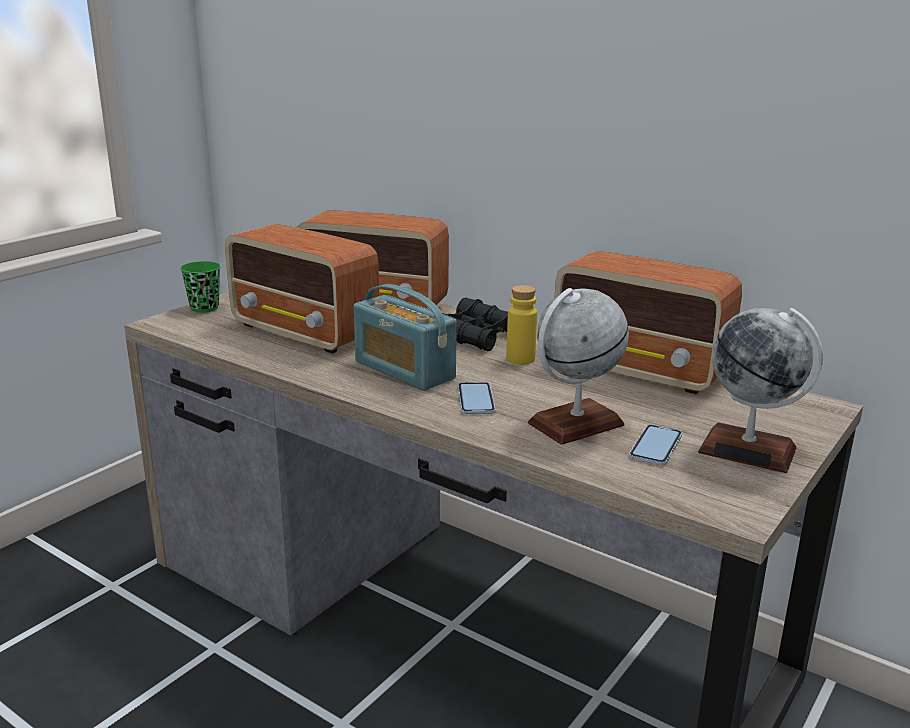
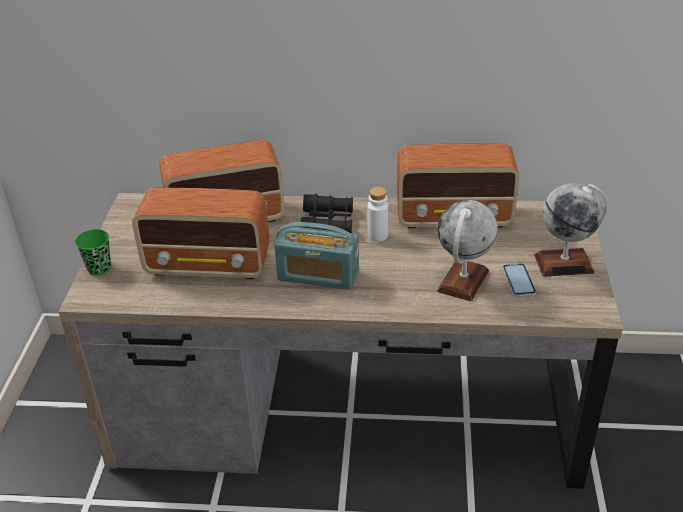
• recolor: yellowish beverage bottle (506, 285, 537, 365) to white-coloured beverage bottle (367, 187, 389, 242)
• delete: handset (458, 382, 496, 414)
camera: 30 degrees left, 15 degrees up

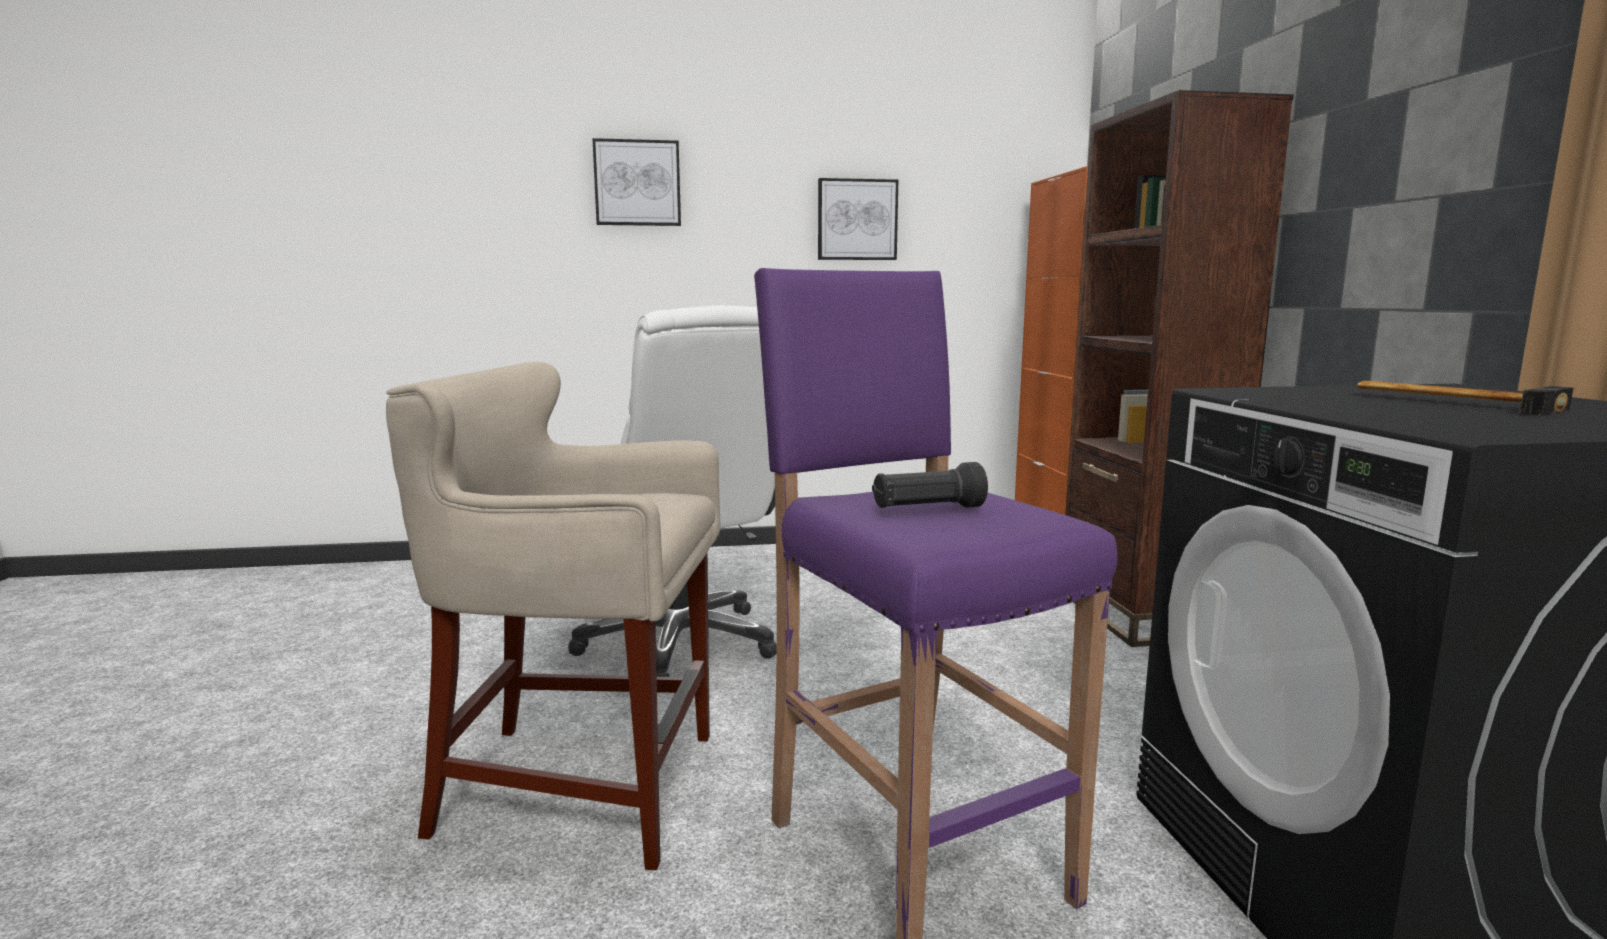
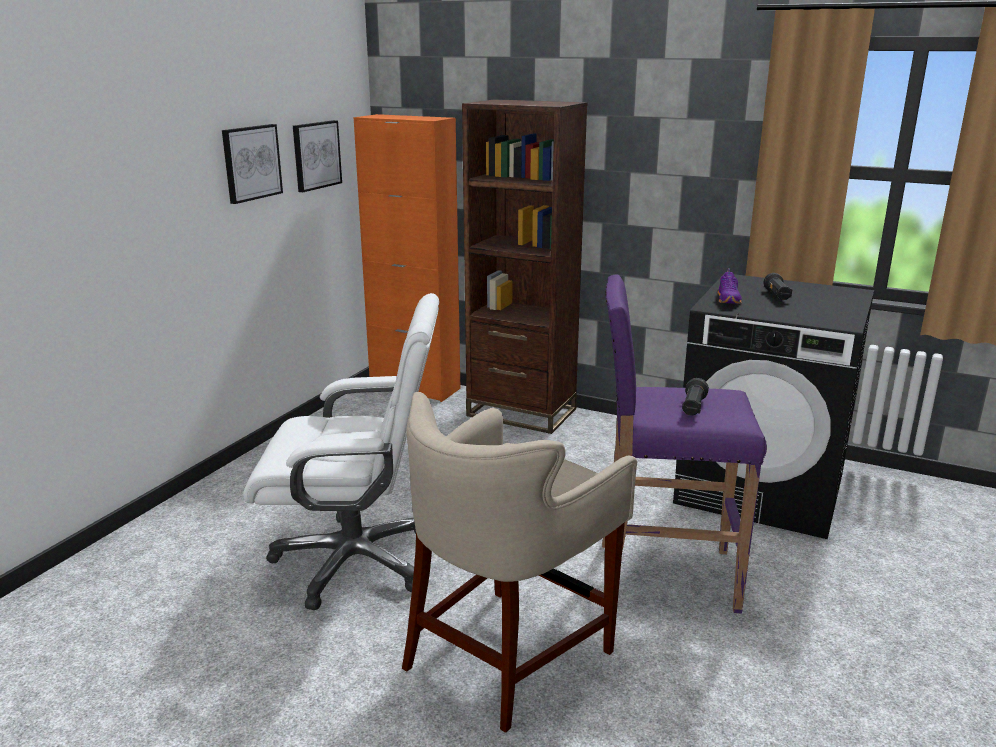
• move: wall picture (592, 138, 681, 226) to (293, 120, 342, 192)
• replace: hammer (1357, 381, 1573, 416) to blackish hand torch (763, 273, 793, 300)
• insert: purplish item of footwear (718, 268, 742, 304)
camera: 55 degrees left, 10 degrees up

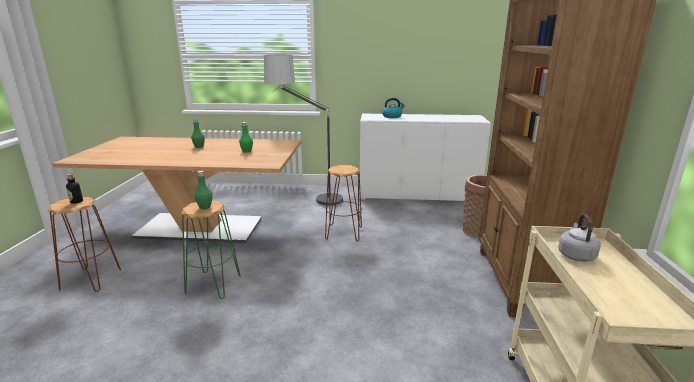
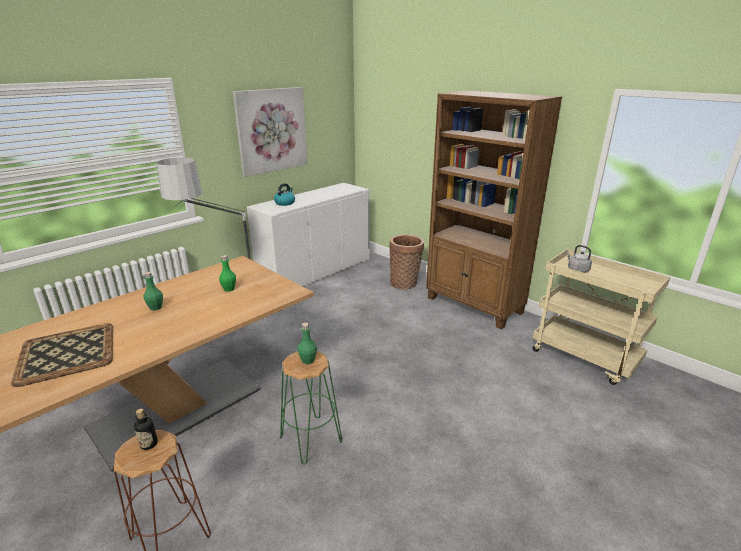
• delete: brown-coloured sitting stool (325, 165, 362, 241)
• insert: wall picture (233, 87, 308, 177)
• insert: serving tray (11, 323, 113, 387)
camera: 50 degrees left, 5 degrees up

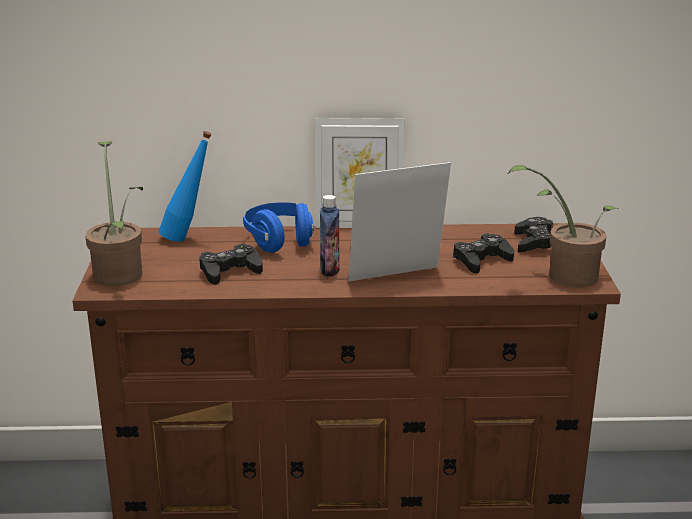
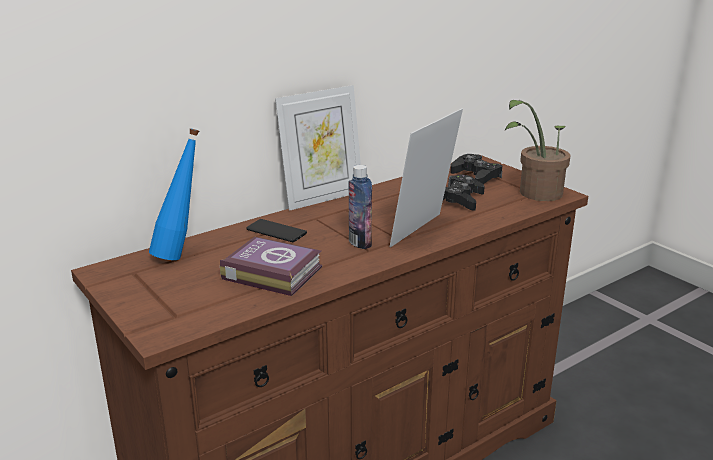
• delete: potted plant (85, 141, 143, 287)
• replace: blue-coloured headset (243, 202, 314, 253) to handset (247, 219, 307, 242)
• replace: blackish joypad (199, 244, 263, 285) to volume (220, 237, 322, 296)
camera: 35 degrees left, 0 degrees up

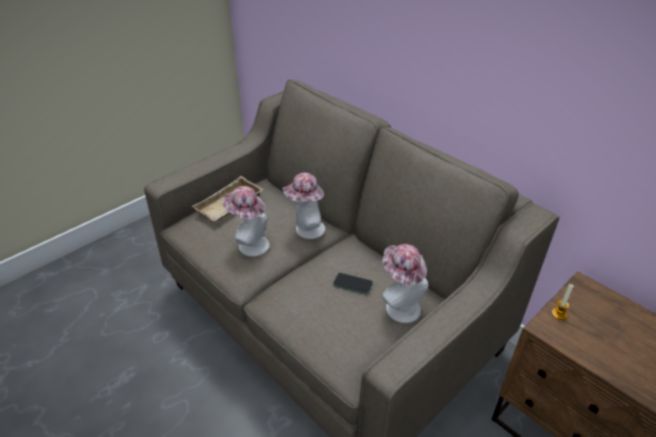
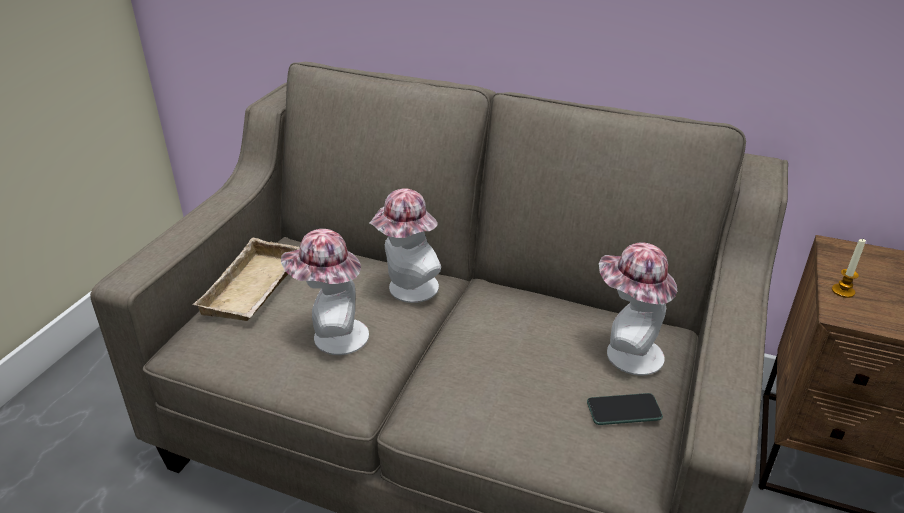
• move: handset (333, 273, 373, 294) to (587, 393, 663, 425)
camera: 25 degrees left, 5 degrees down

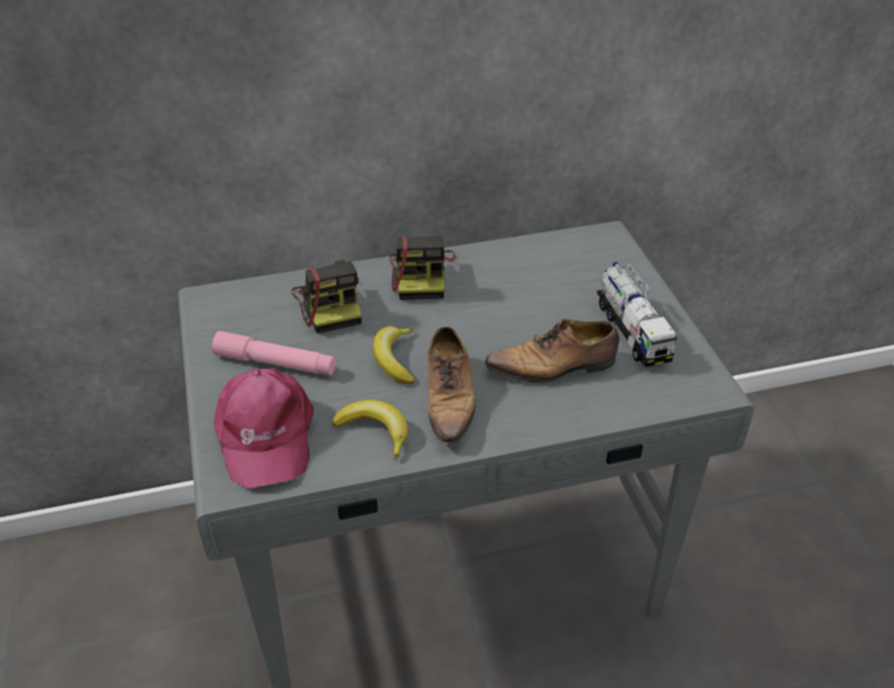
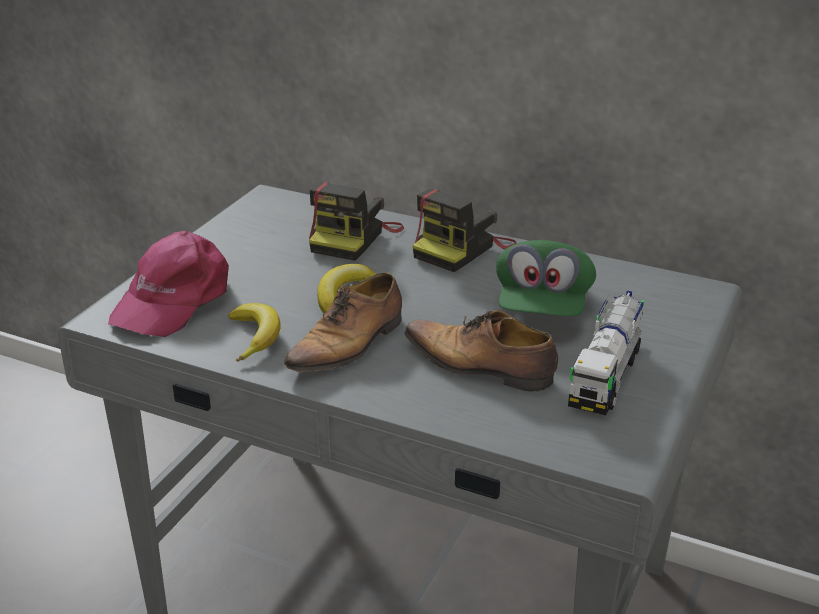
• delete: pink-coloured hand torch (212, 331, 336, 375)
• insert: green peaked cap (496, 240, 596, 316)
camera: 40 degrees right, 10 degrees down

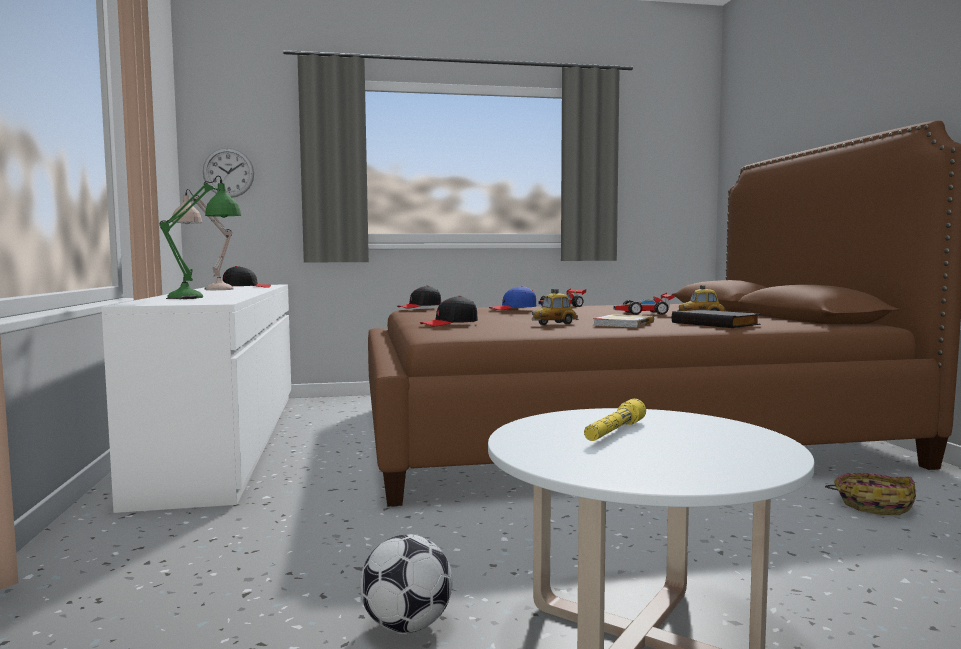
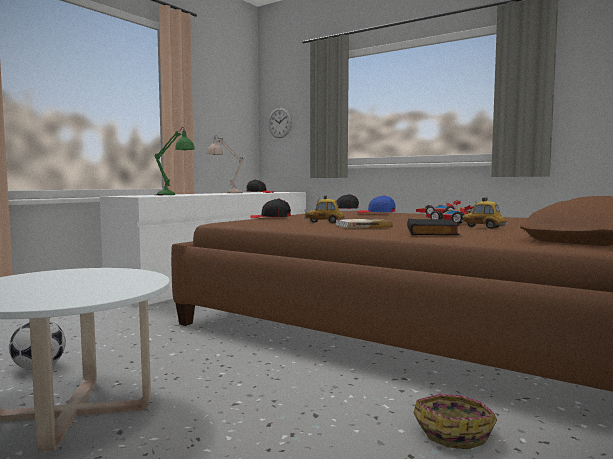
• delete: yellowish hand torch (584, 399, 646, 441)
camera: 45 degrees right, 0 degrees up

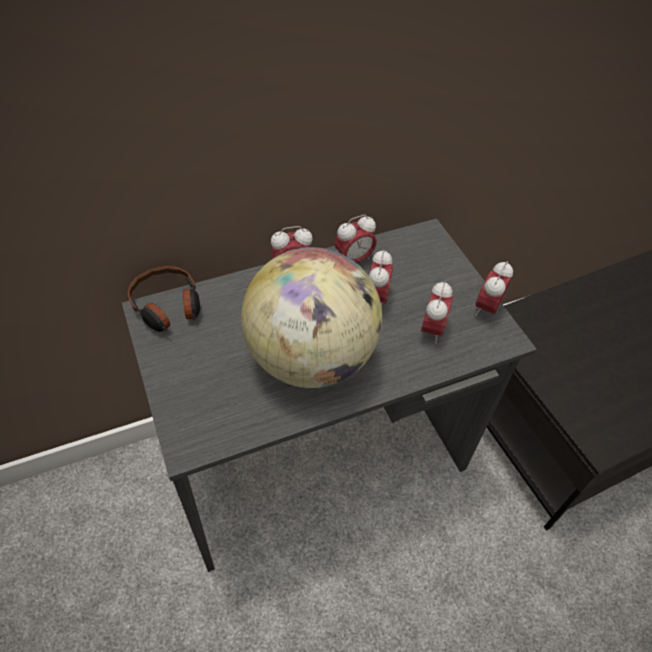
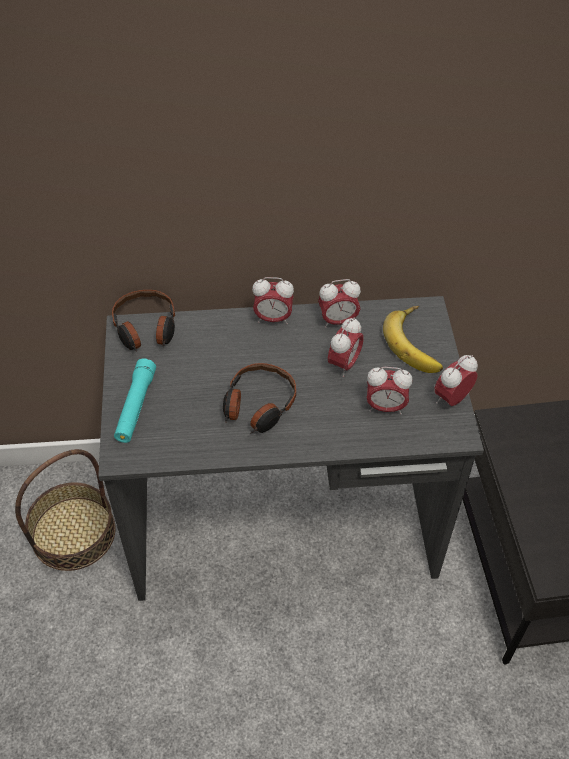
• replace: globe (241, 247, 382, 388) to headset (223, 363, 296, 434)
• rotate: alarm clock (421, 281, 453, 344) = (367, 367, 412, 415) 60 degrees clockwise
• insert: whole banana (383, 306, 443, 373)
• insert: blue-green hand torch (114, 359, 156, 443)
• insert: household basket (15, 449, 115, 571)
camera: 20 degrees right, 0 degrees up

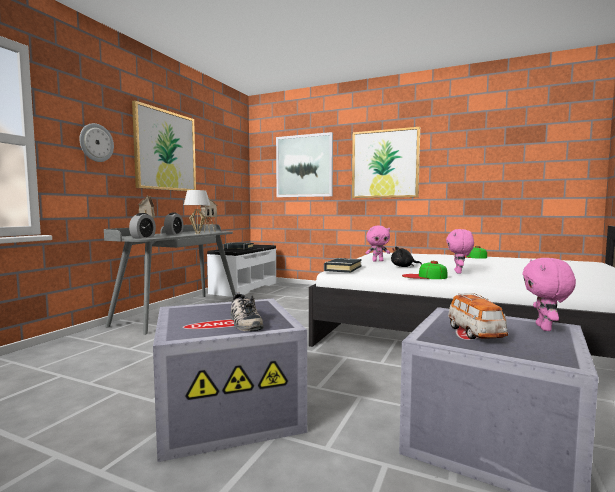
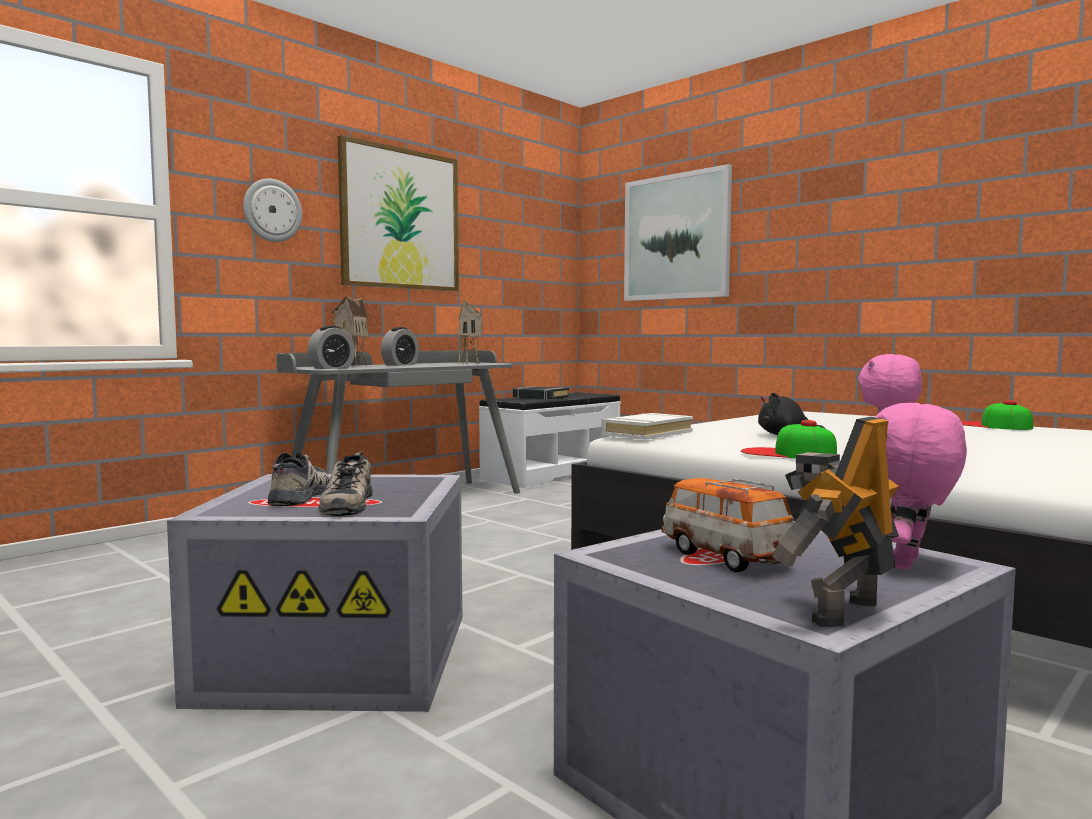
• delete: wall picture (352, 127, 420, 198)
• delete: white-coloured tabletop lamp (184, 190, 210, 234)
• delete: pink-coloured cuddly toy (366, 226, 390, 262)
• recolor: blackish volume (324, 258, 362, 273) to white-coloured volume (601, 413, 693, 440)
• rotate: miniature car (448, 293, 508, 339) = (661, 478, 794, 572) 135 degrees clockwise
• insert: robot figure (773, 416, 899, 627)
• insert: item of footwear (268, 452, 329, 506)
camera: 20 degrees right, 0 degrees up

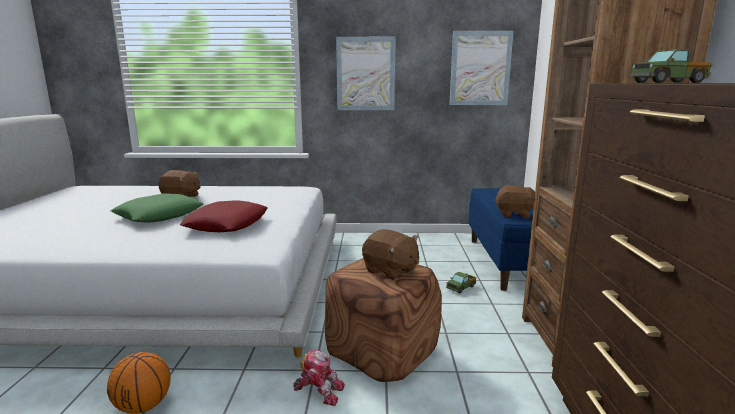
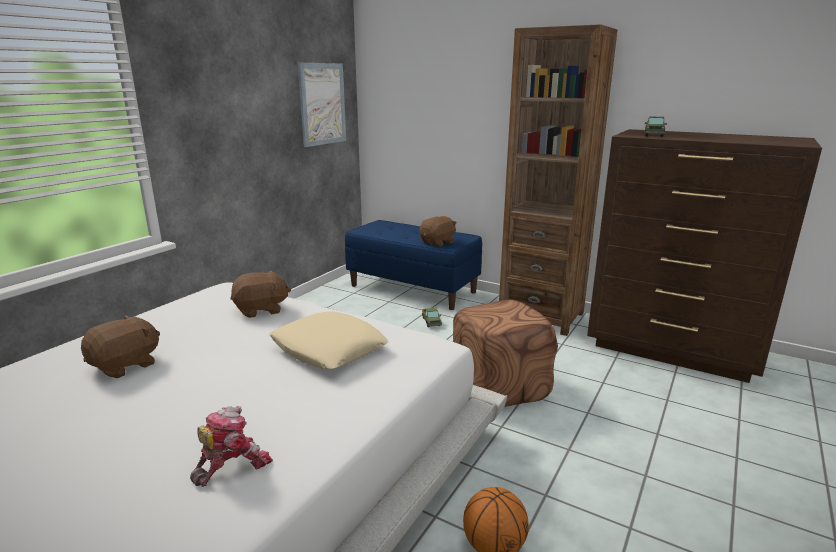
• delete: wall picture (336, 37, 396, 110)
• delete: green pillow (111, 193, 204, 223)
• recolor: red pillow (180, 201, 267, 232) to beige pillow (269, 311, 389, 369)
• move: brown-coloured cuddly toy (362, 229, 419, 280) to (230, 270, 291, 318)
• move: robot figure (293, 350, 345, 406) to (190, 406, 273, 487)
camera: 60 degrees left, 5 degrees up

